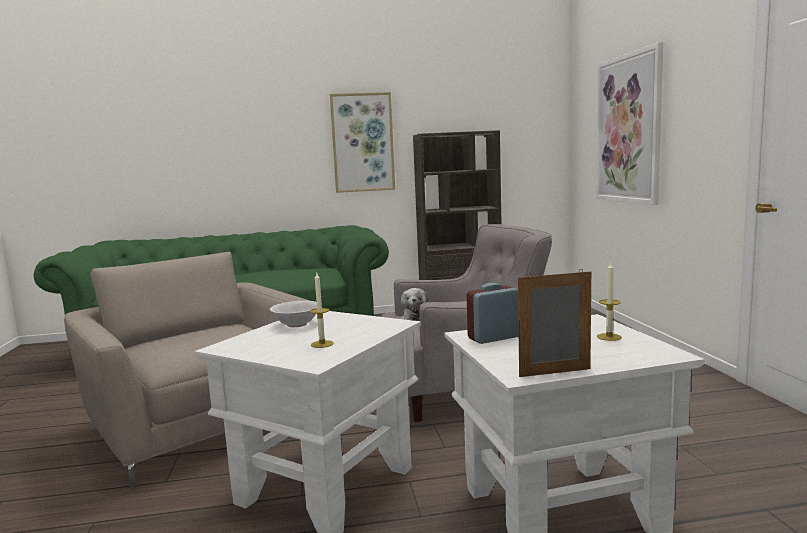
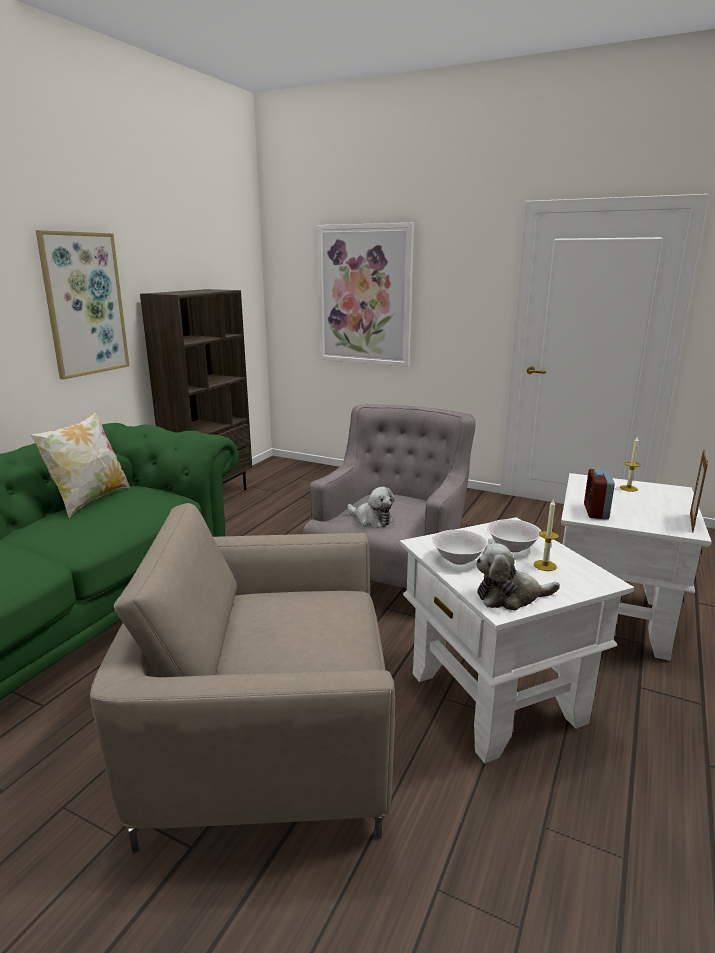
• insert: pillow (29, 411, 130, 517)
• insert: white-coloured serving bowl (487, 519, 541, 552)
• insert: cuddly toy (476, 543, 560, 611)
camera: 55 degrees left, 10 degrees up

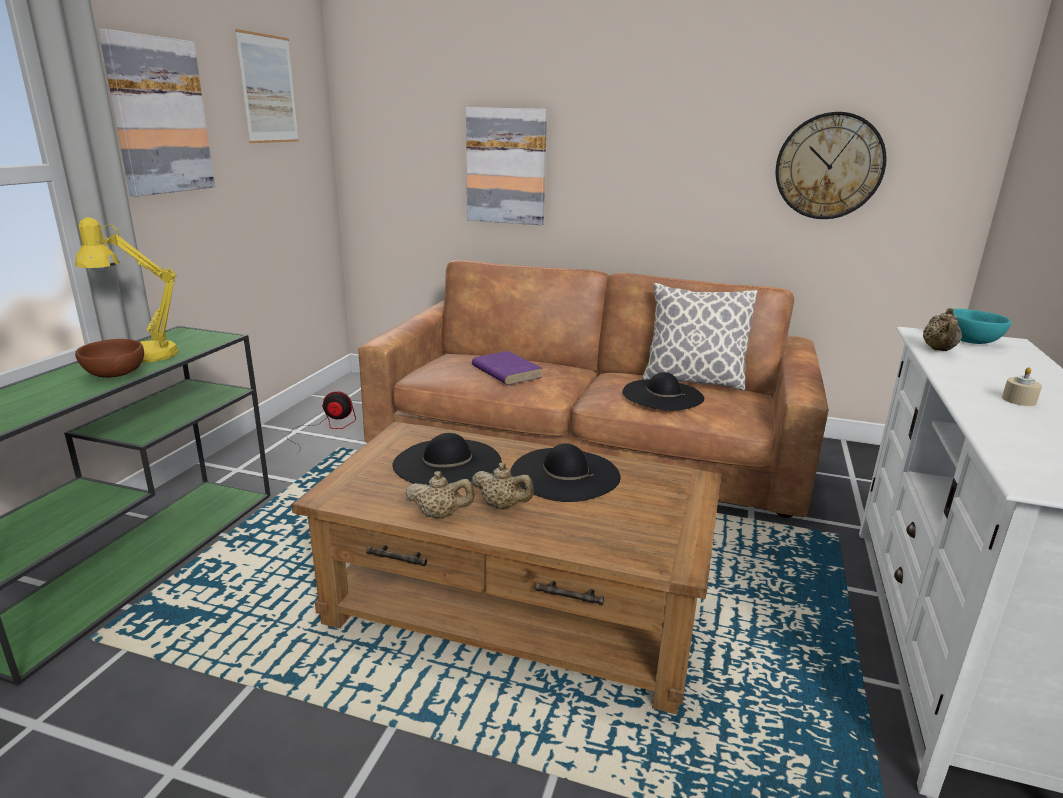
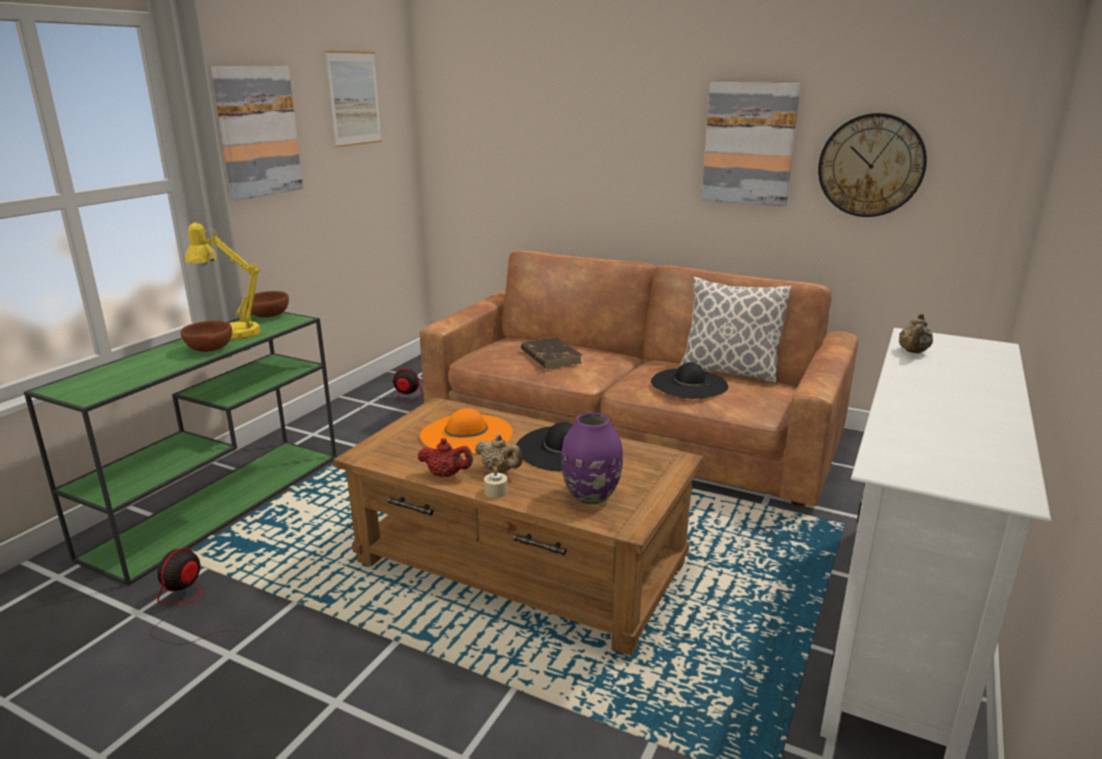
• move: wall picture (466, 107, 547, 225) to (701, 82, 801, 206)
• delete: blue-green serving bowl (953, 309, 1011, 344)
• recolor: purplish volume (472, 351, 543, 385) to brown-coloured volume (521, 337, 582, 369)
• move: beige candle (1002, 367, 1042, 406) to (484, 467, 508, 498)
• recolor: blackish clothing hat (392, 433, 502, 485) to orangey clothing hat (420, 408, 513, 455)
• recolor: beige pot for tea (405, 471, 475, 519) to red pot for tea (418, 438, 473, 477)
• insert: brown-coloured serving bowl (245, 291, 289, 317)
• insert: purplish flower vase (561, 412, 623, 505)
• insert: cooling fan (150, 548, 248, 645)
camera: 10 degrees right, 0 degrees up

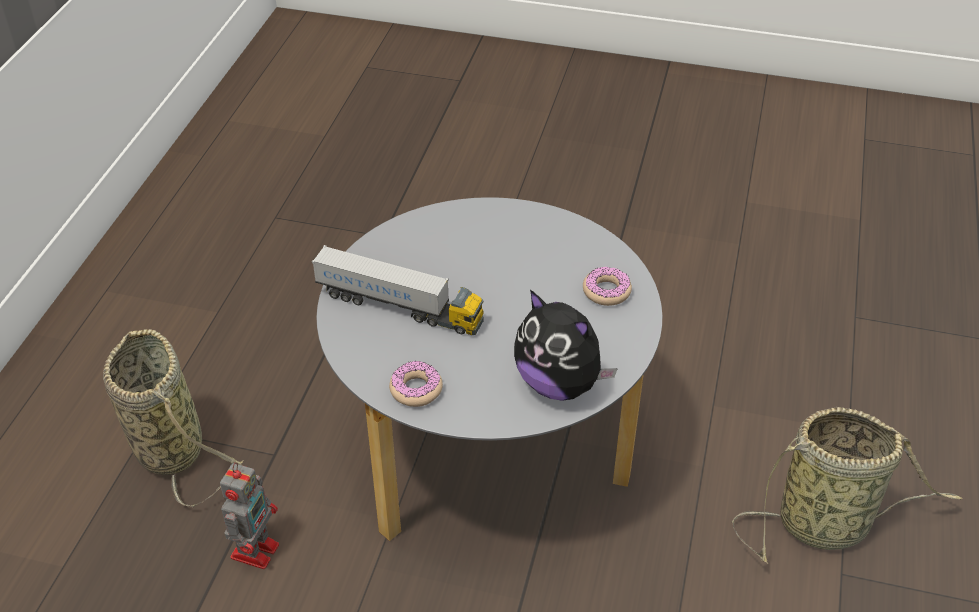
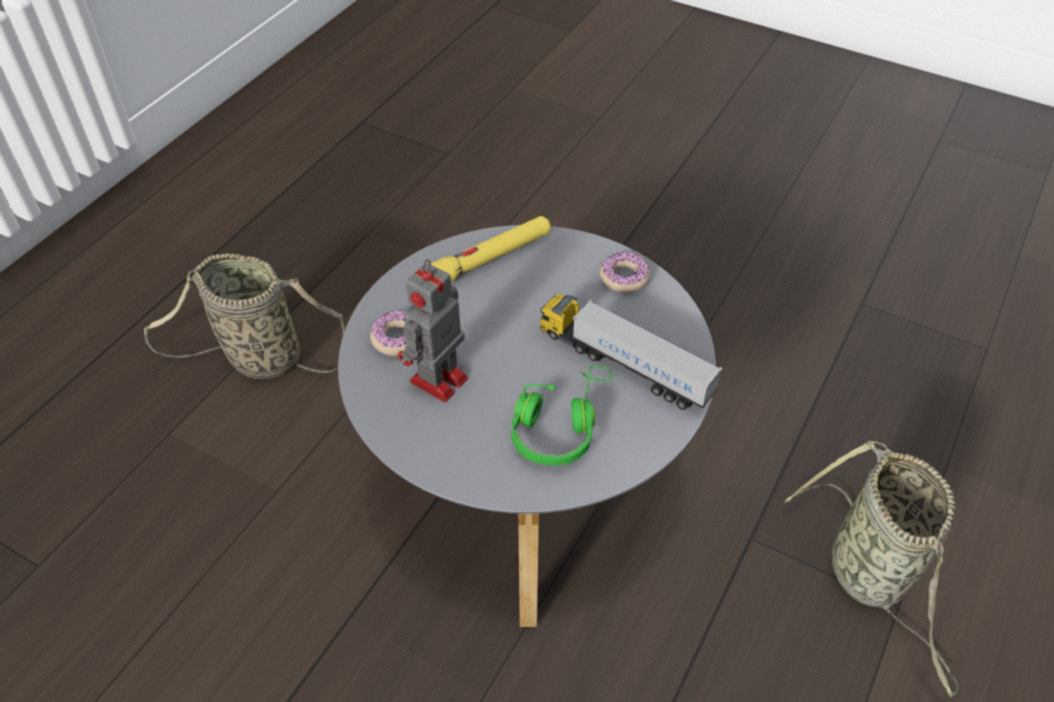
• replace: cuddly toy (514, 290, 618, 401) to yellowish hand torch (431, 216, 551, 282)
• move: robot figure (220, 463, 279, 569) to (397, 260, 468, 402)
• insert: green headset (511, 366, 613, 466)
camera: 165 degrees left, 5 degrees up

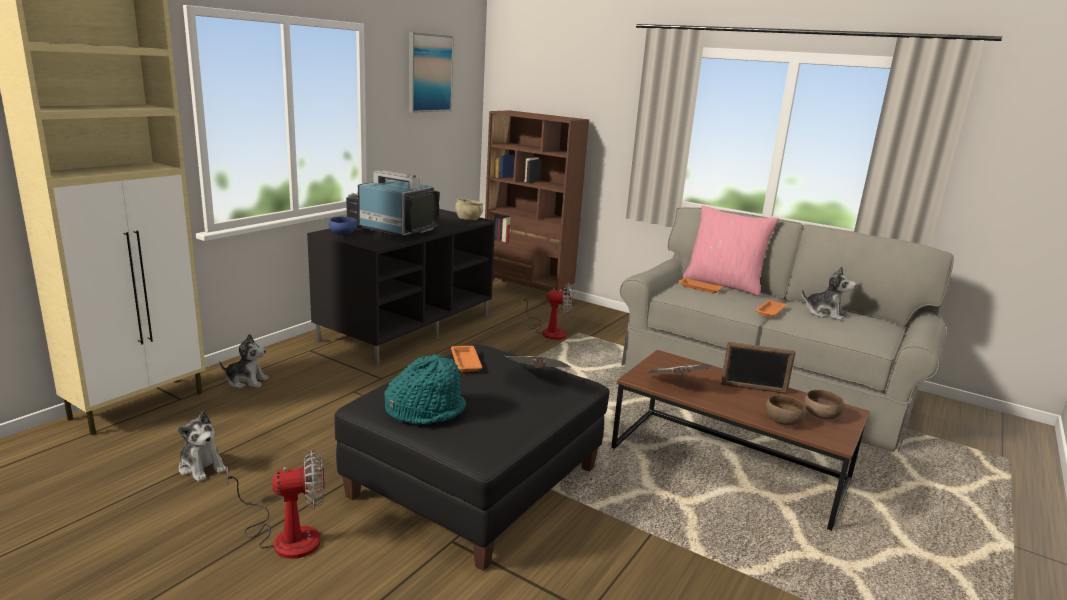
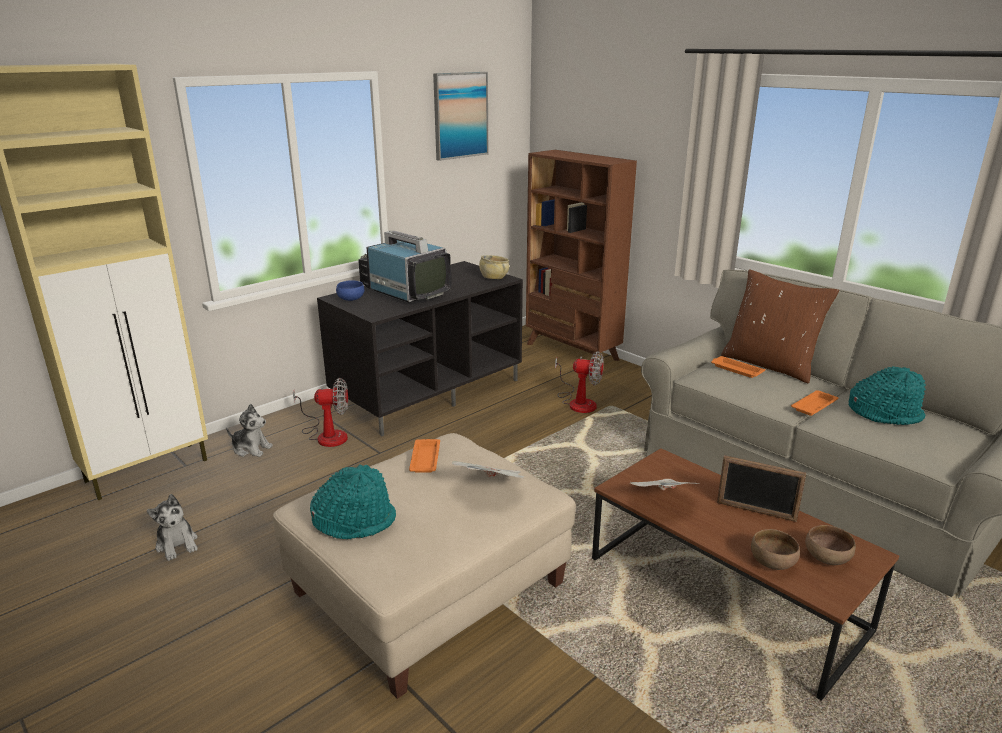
• recolor: pink-coloured pillow (682, 205, 779, 296) to brown-coloured pillow (721, 269, 839, 383)
• replace: cuddly toy (802, 266, 856, 321) to blue-green clothing hat (849, 367, 926, 425)
• recolor: blackish pouffe (335, 344, 610, 571) to beige pouffe (273, 433, 576, 699)
• move: cooling fan (226, 450, 325, 559) to (293, 378, 348, 447)
camera: 15 degrees right, 5 degrees up

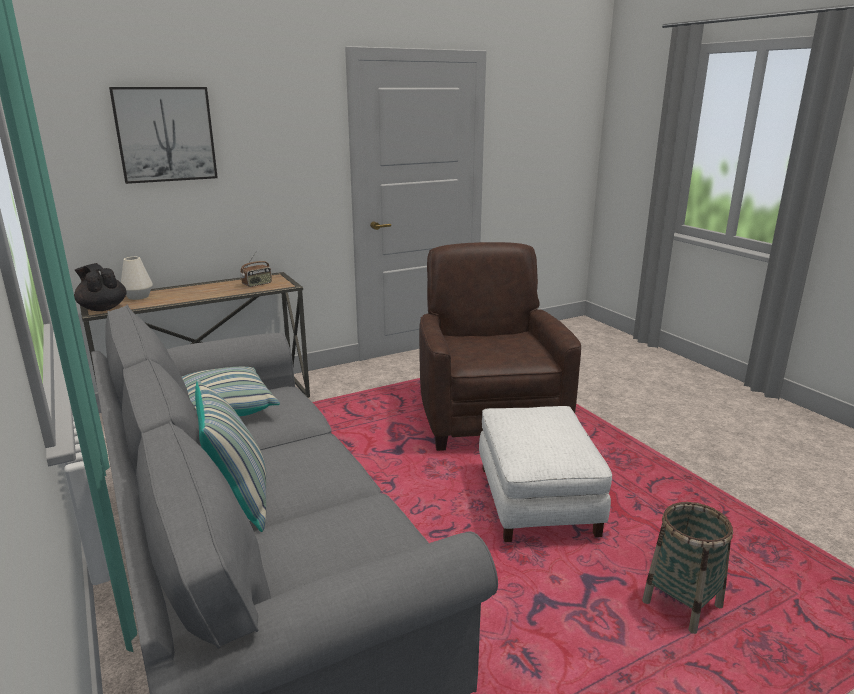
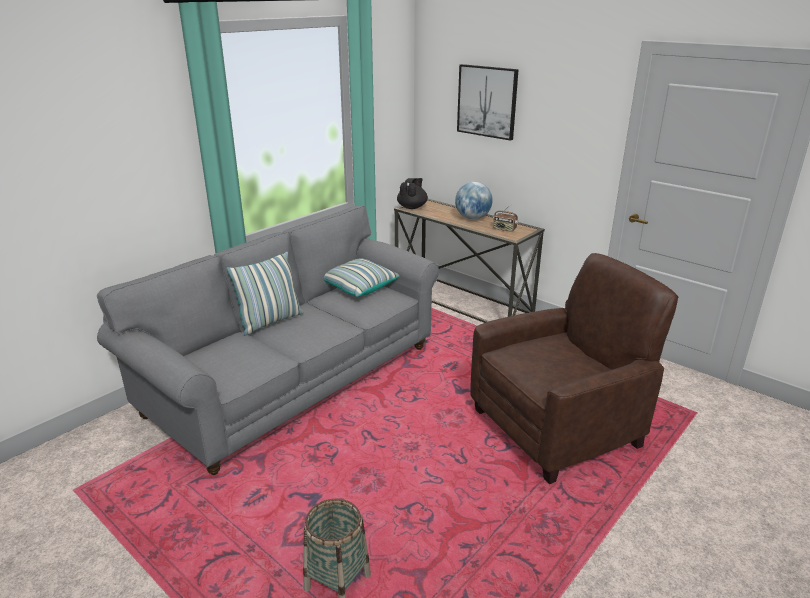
• delete: white-coloured flower vase (121, 257, 153, 300)
• delete: white-coloured pouffe (479, 406, 612, 542)
• insert: globe (455, 182, 493, 220)
camera: 70 degrees right, 5 degrees up

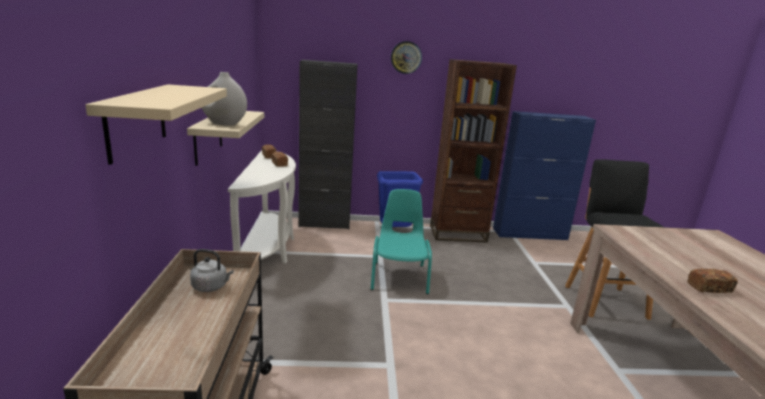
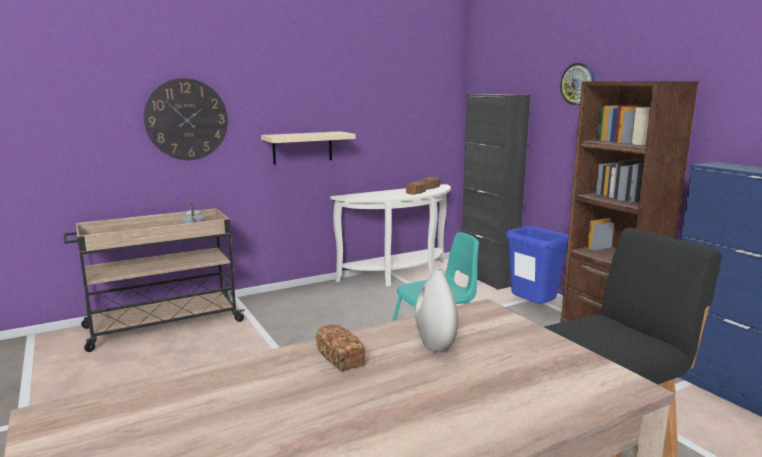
• move: white-coloured flower vase (201, 72, 247, 126) to (415, 267, 458, 352)
• replace: beige bracket shelf (85, 84, 227, 165) to hanging clock (144, 78, 228, 160)
camera: 65 degrees right, 5 degrees down

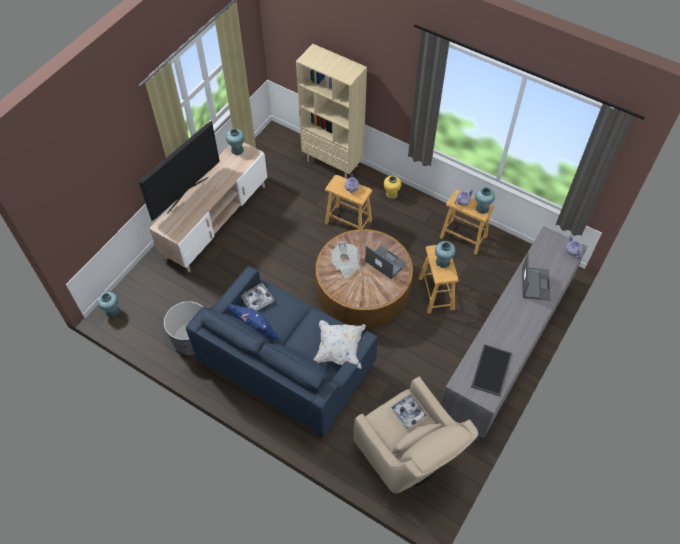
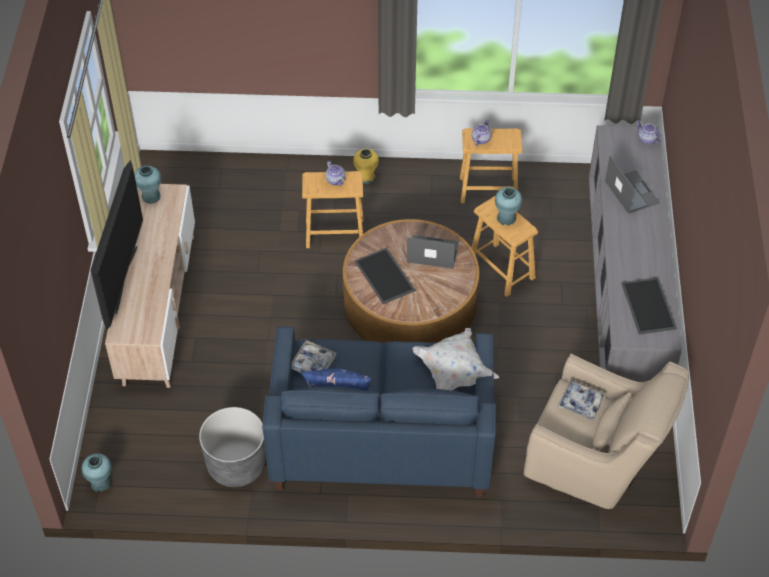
• delete: beige bookshelf (296, 44, 367, 179)
• delete: blue-green flower vase (475, 187, 495, 214)
• replace: printed paper (331, 242, 360, 278) to serving tray (355, 248, 415, 304)
camera: 30 degrees left, 5 degrees down

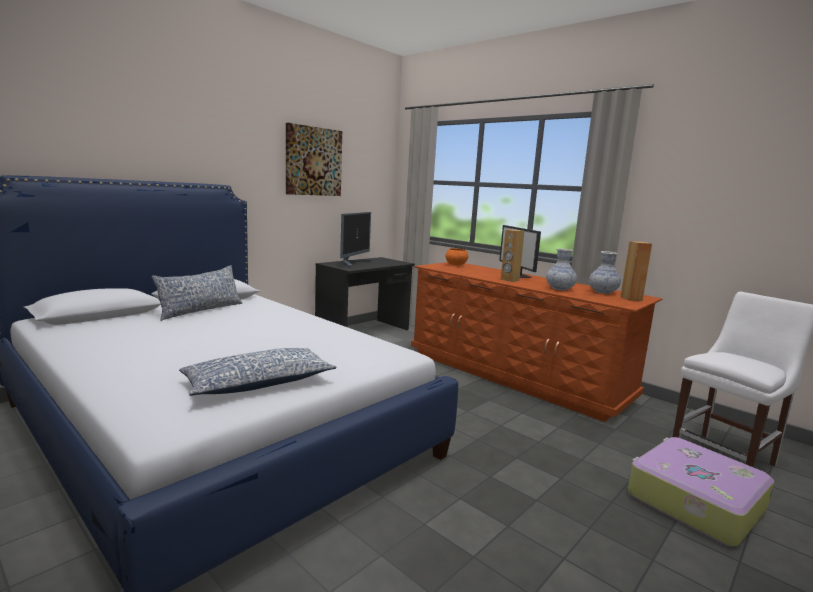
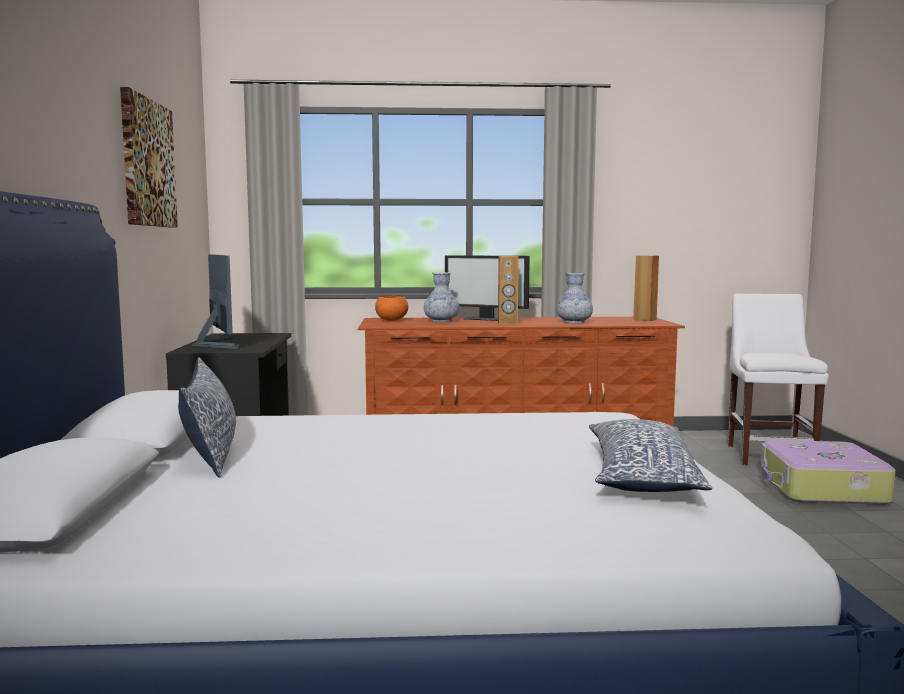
• move: flower vase (589, 251, 621, 294) to (424, 272, 459, 322)
camera: 45 degrees left, 5 degrees down

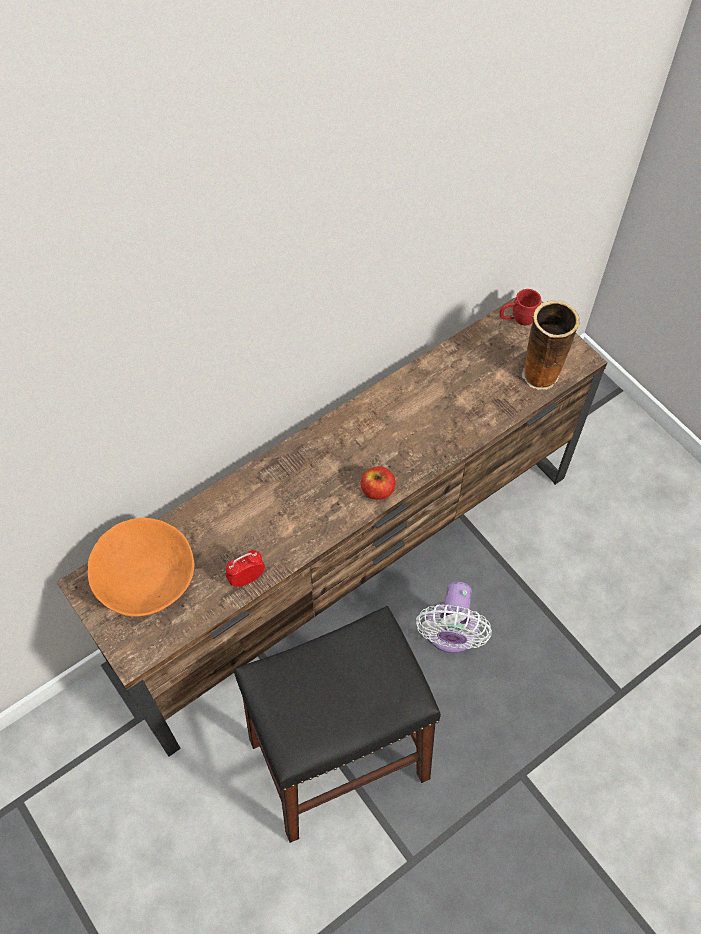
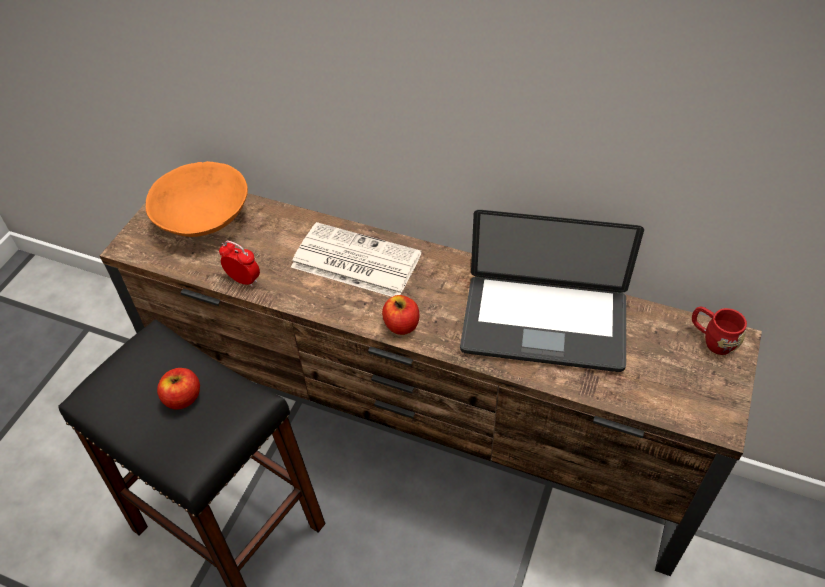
• delete: flower vase (522, 300, 580, 390)
• delete: white-coloured cooling fan (416, 582, 492, 653)
• insert: notebook computer (460, 210, 644, 372)
• insert: printed paper (291, 222, 422, 297)
• insert: apple fruit (157, 368, 200, 410)
camera: 60 degrees right, 10 degrees down

